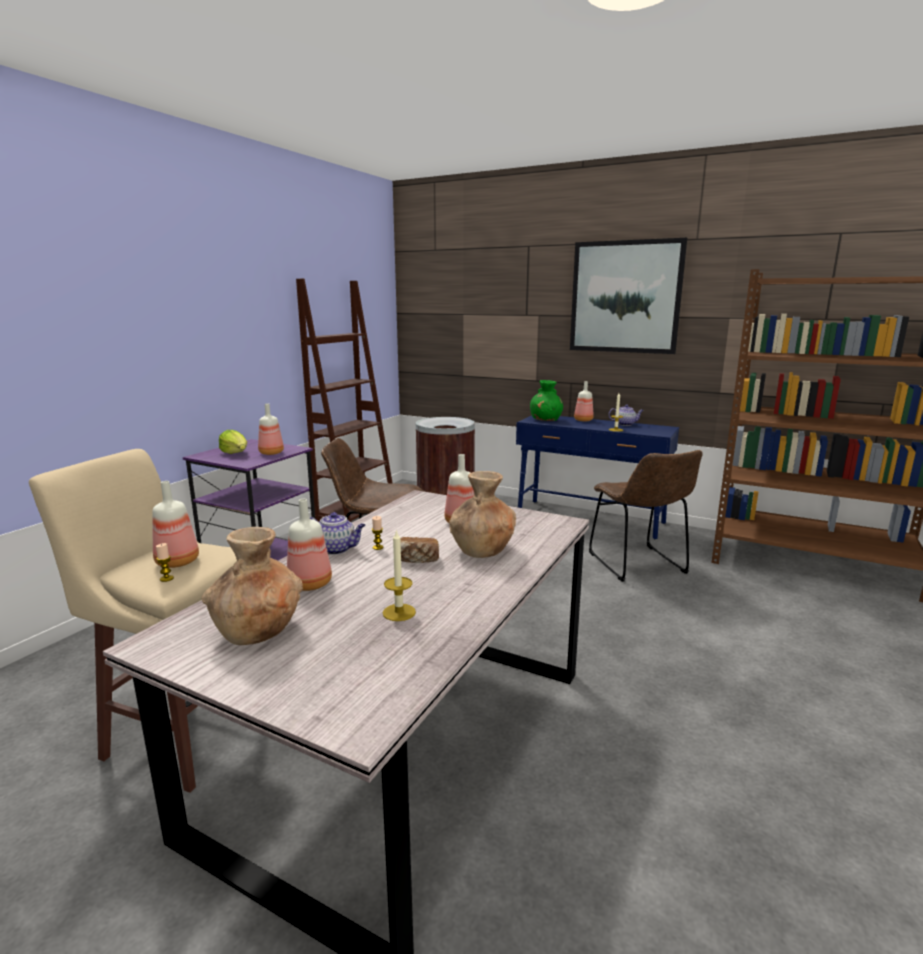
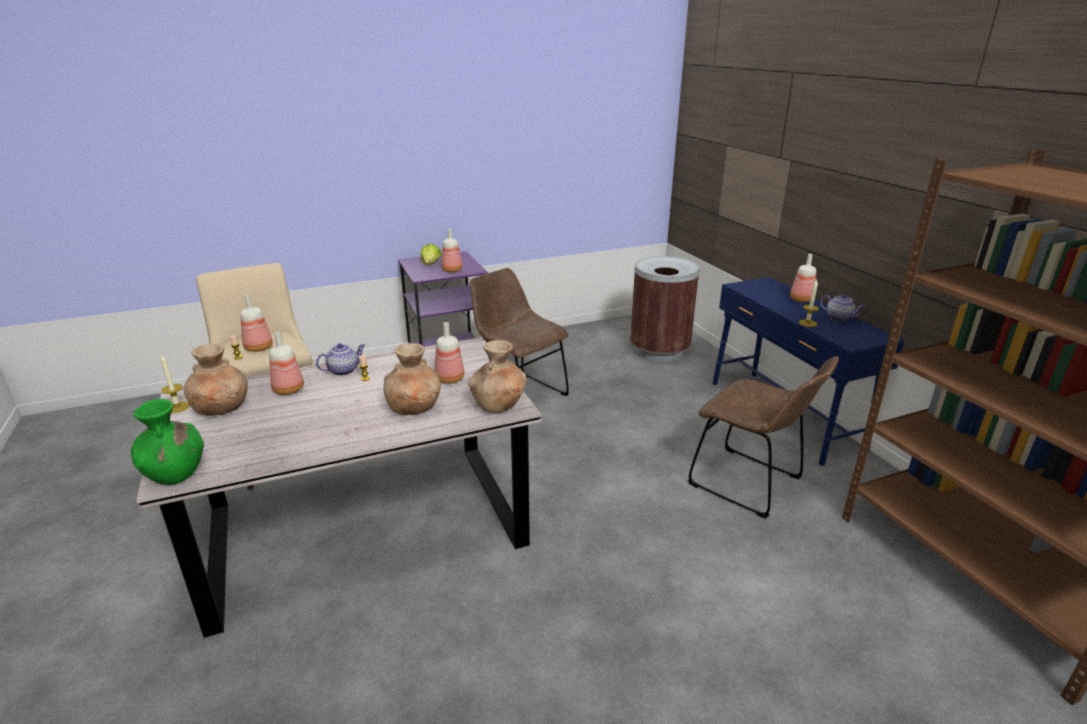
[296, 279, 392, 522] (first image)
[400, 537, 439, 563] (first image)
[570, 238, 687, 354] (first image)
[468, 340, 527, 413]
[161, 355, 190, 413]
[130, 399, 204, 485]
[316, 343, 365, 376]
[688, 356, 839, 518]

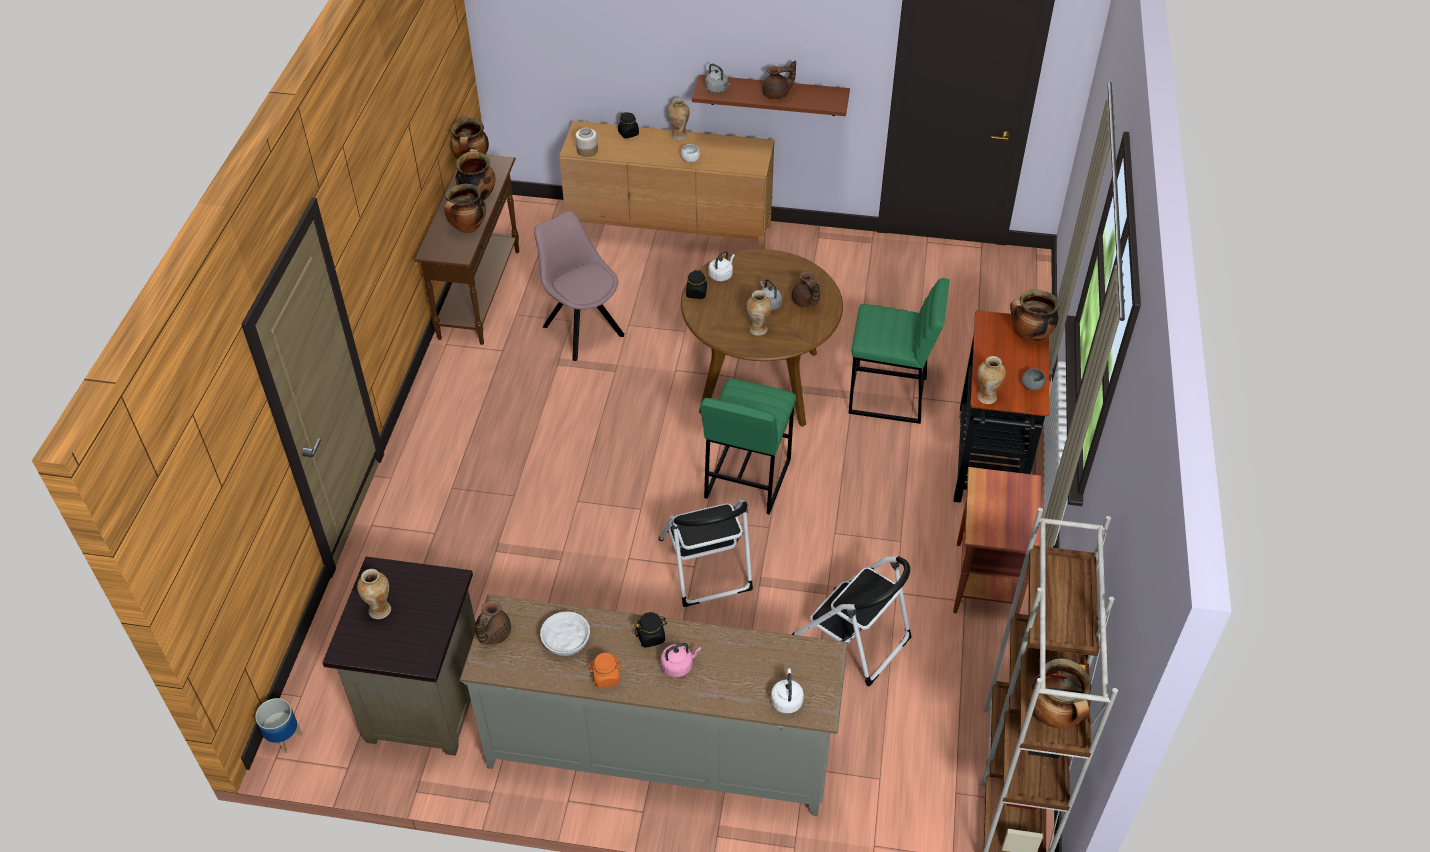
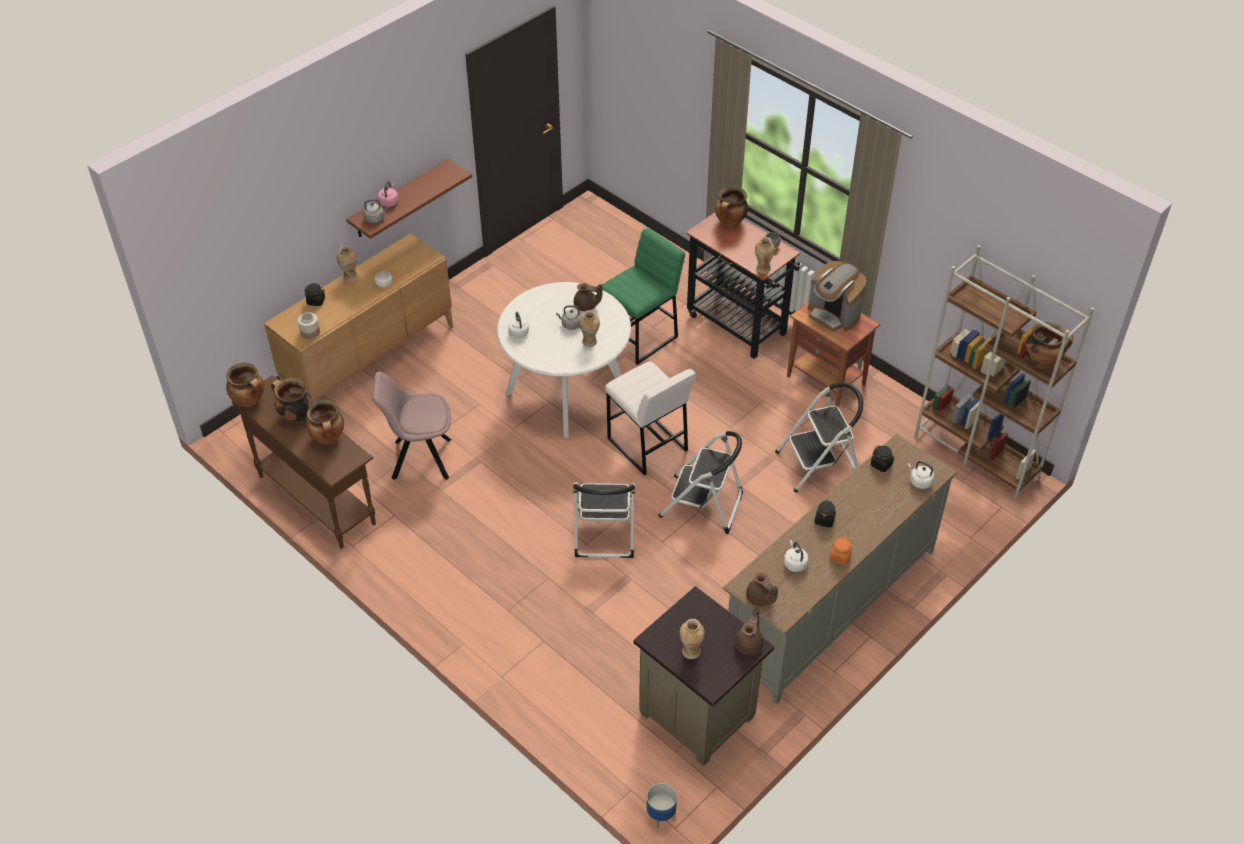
[573, 482, 635, 558]
[808, 261, 866, 332]
[378, 181, 398, 207]
[871, 446, 895, 472]
[735, 606, 764, 655]
[784, 540, 809, 572]
[497, 282, 631, 438]
[605, 361, 696, 476]

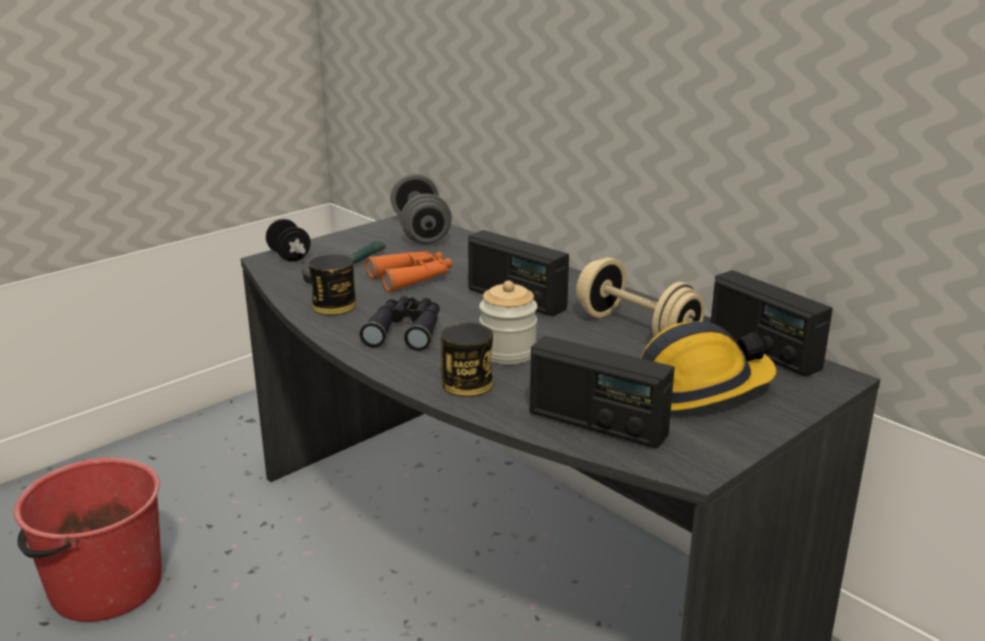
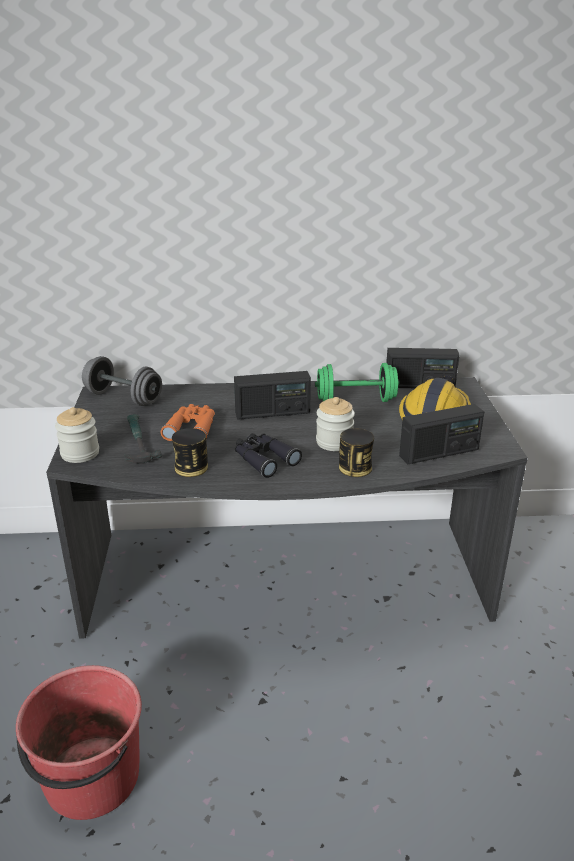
[55, 407, 99, 463]
[315, 363, 399, 402]

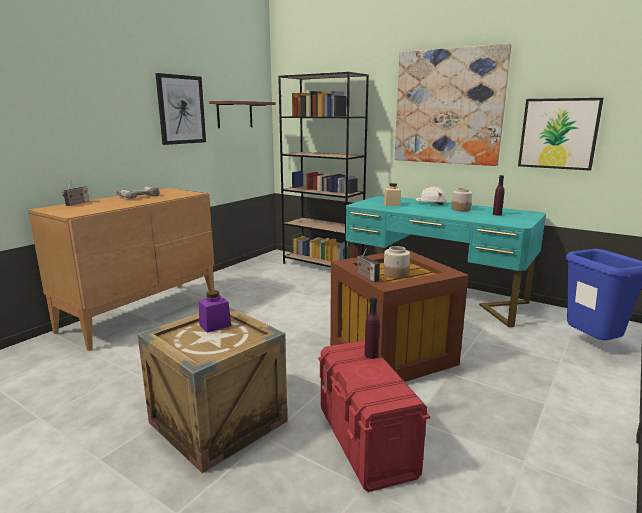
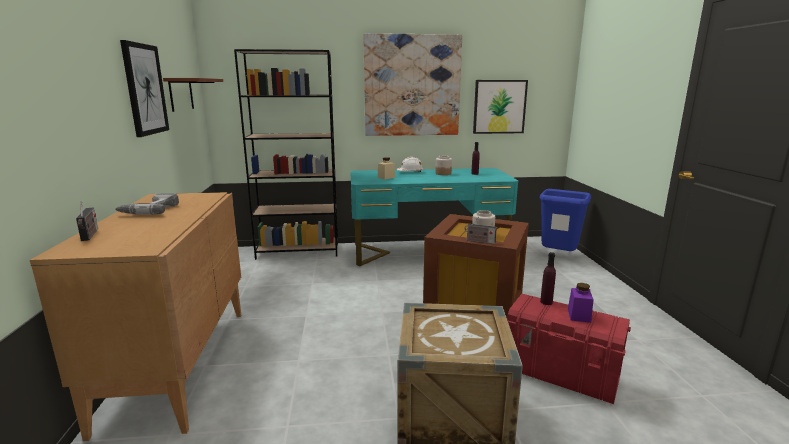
[568, 283, 594, 323]

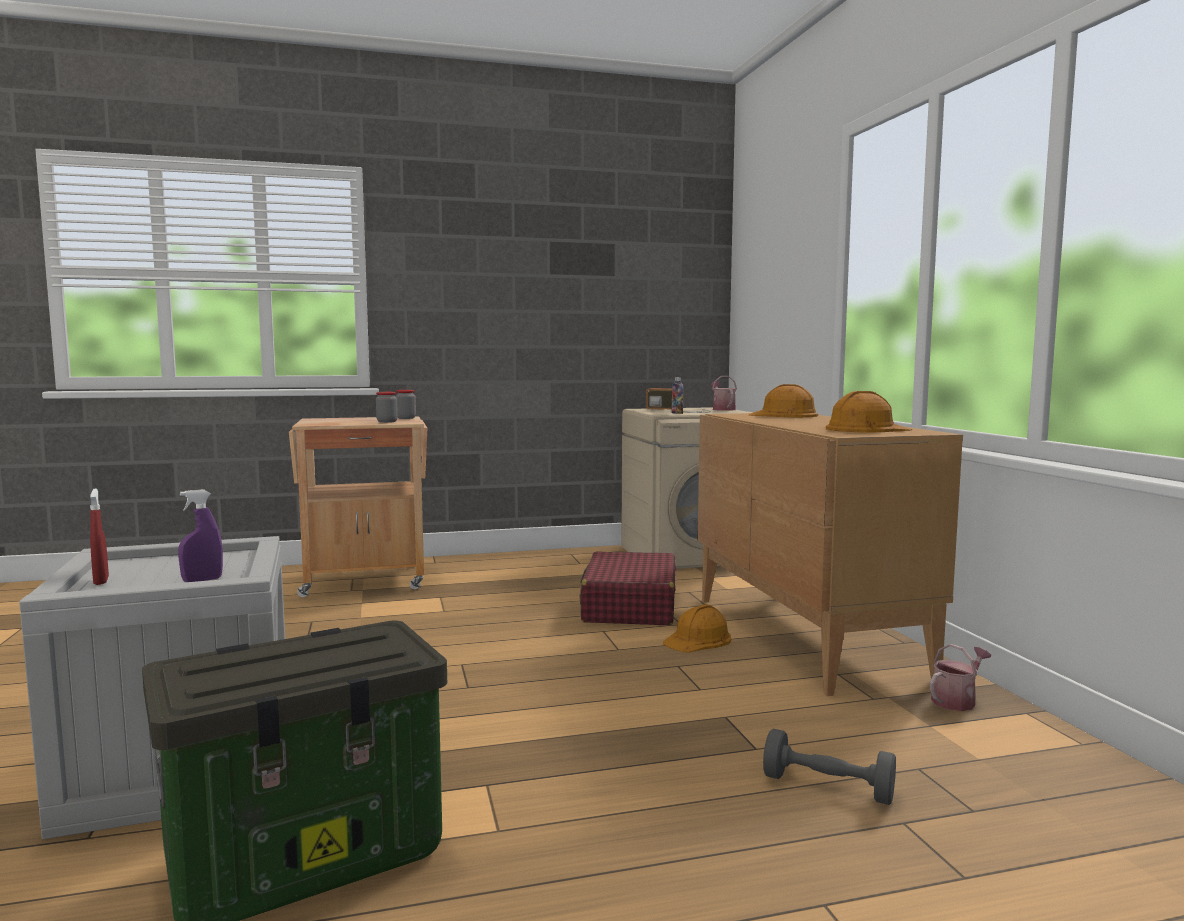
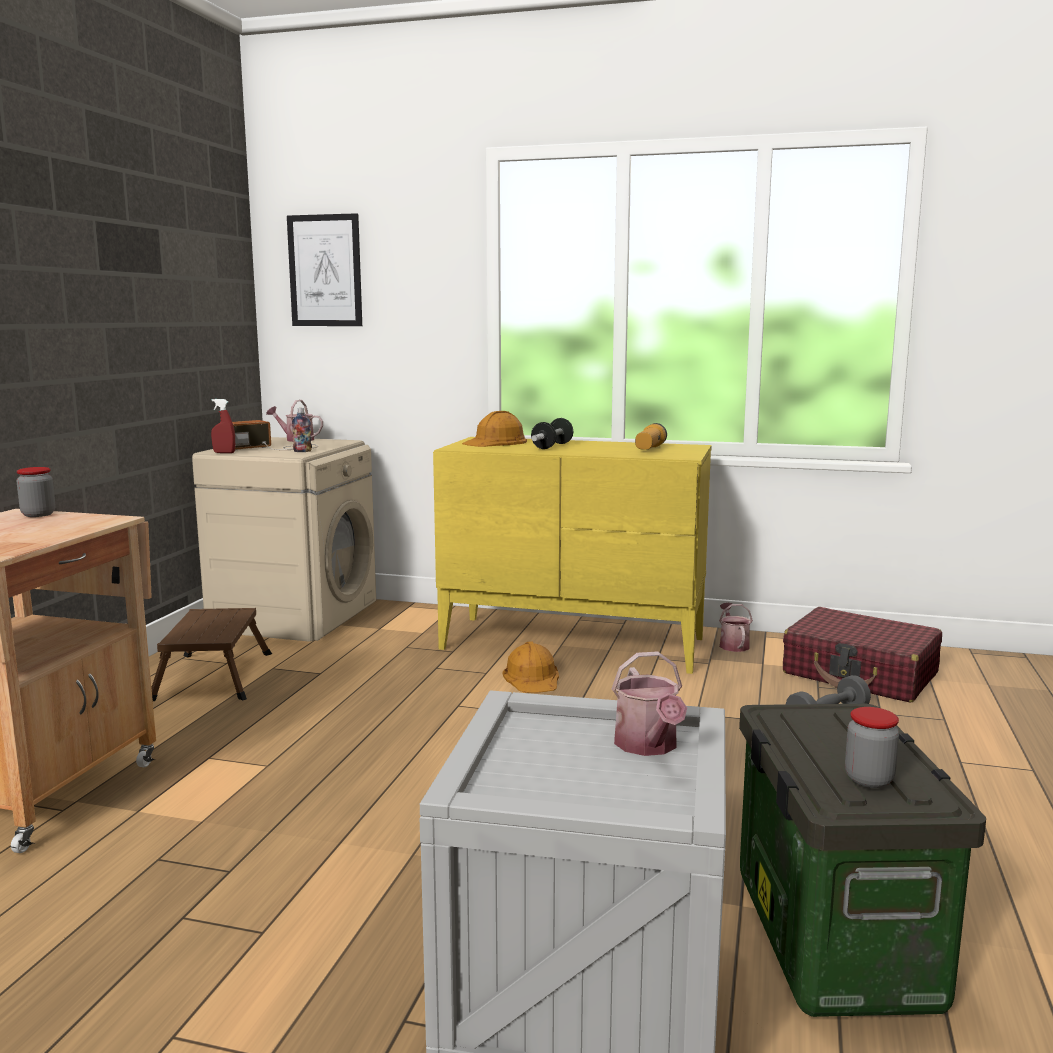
[151, 608, 272, 701]
[287, 213, 362, 326]
[531, 418, 573, 449]
[211, 399, 235, 453]
[845, 707, 899, 788]
[783, 607, 942, 703]
[612, 651, 687, 756]
[635, 423, 667, 450]
[433, 437, 712, 674]

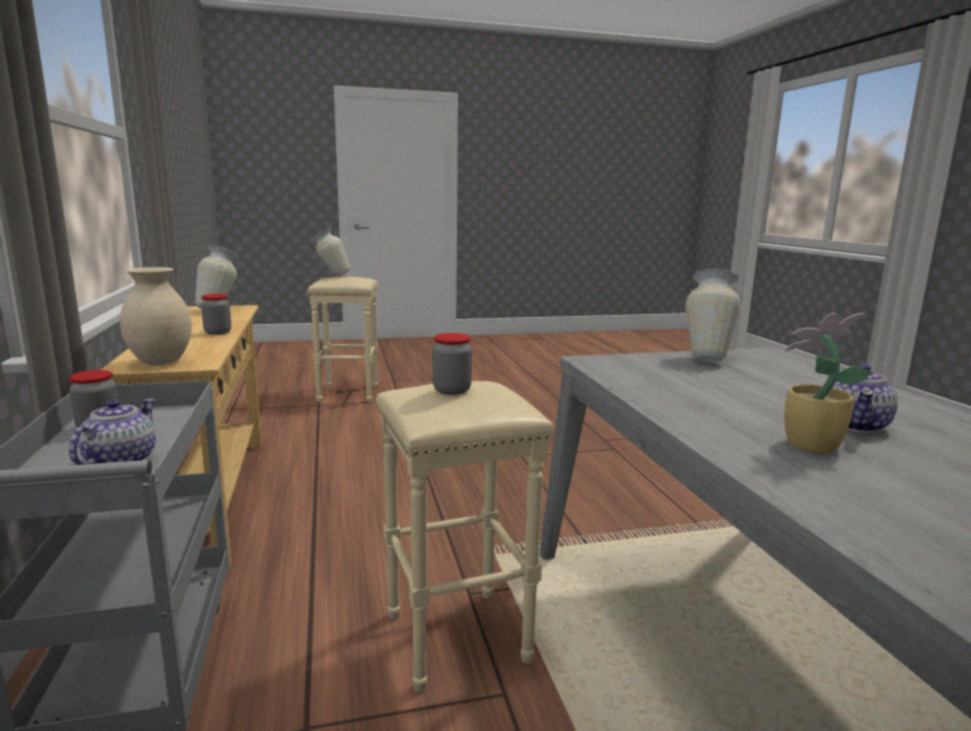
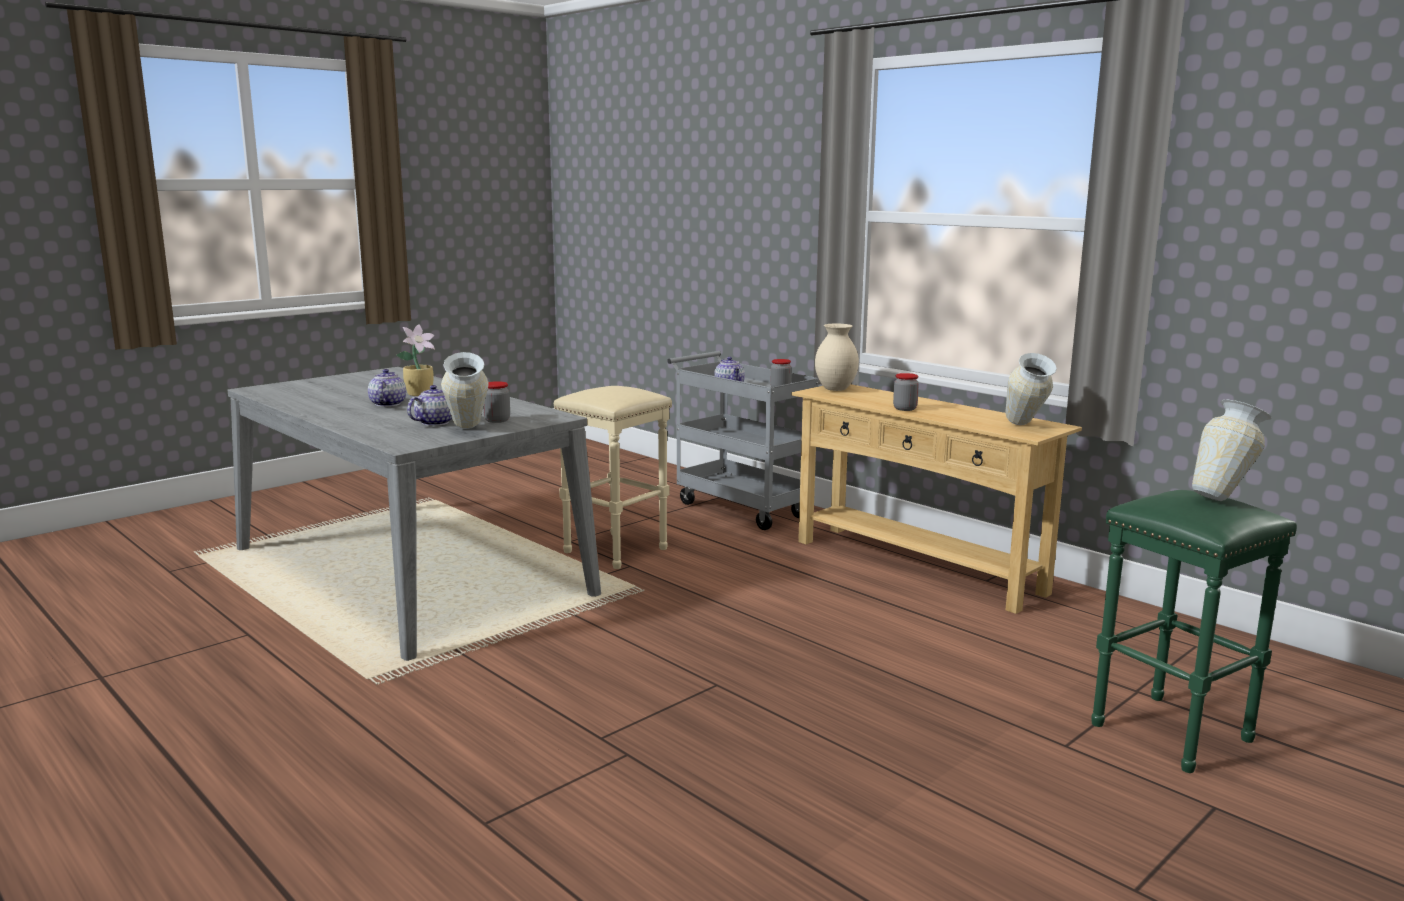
[407, 385, 452, 426]
[483, 381, 510, 423]
[1091, 490, 1297, 773]

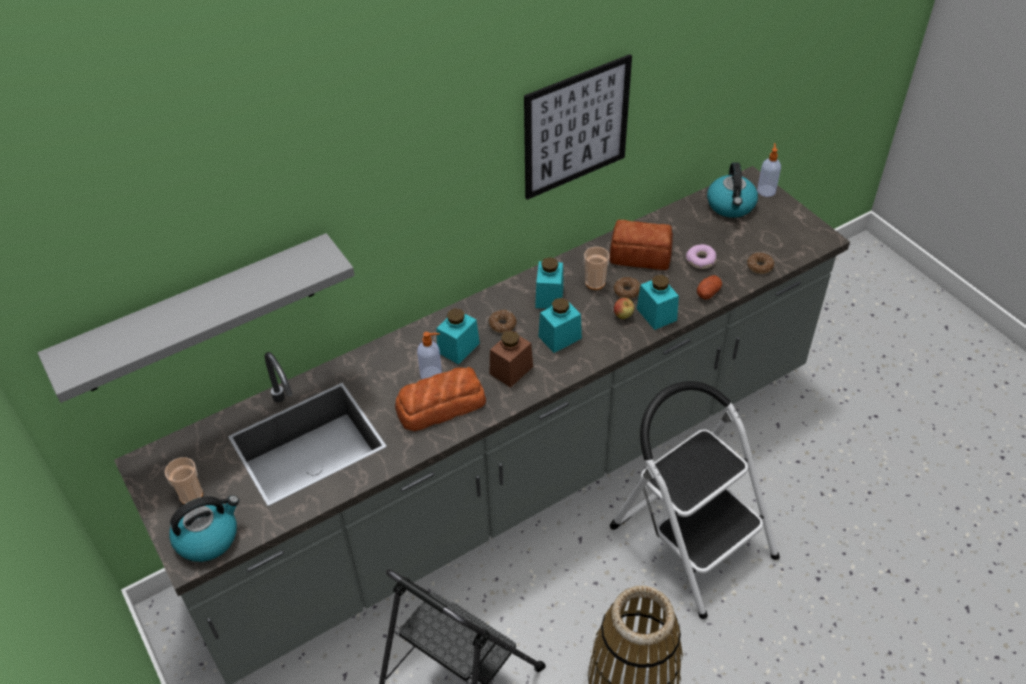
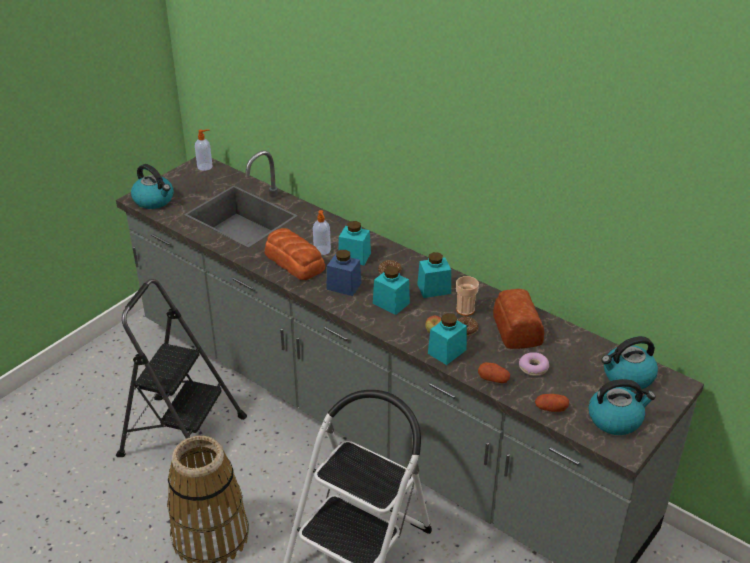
[38, 233, 355, 403] (first image)
[165, 457, 203, 504] (first image)
[524, 54, 632, 200] (first image)
[588, 379, 656, 435]
[195, 129, 212, 171]
[535, 394, 569, 412]
[326, 250, 362, 296]

